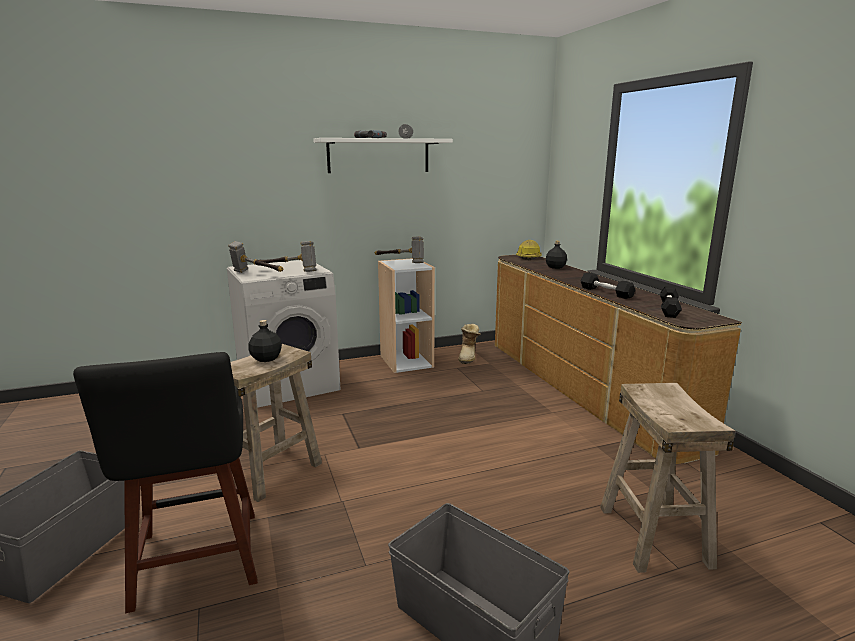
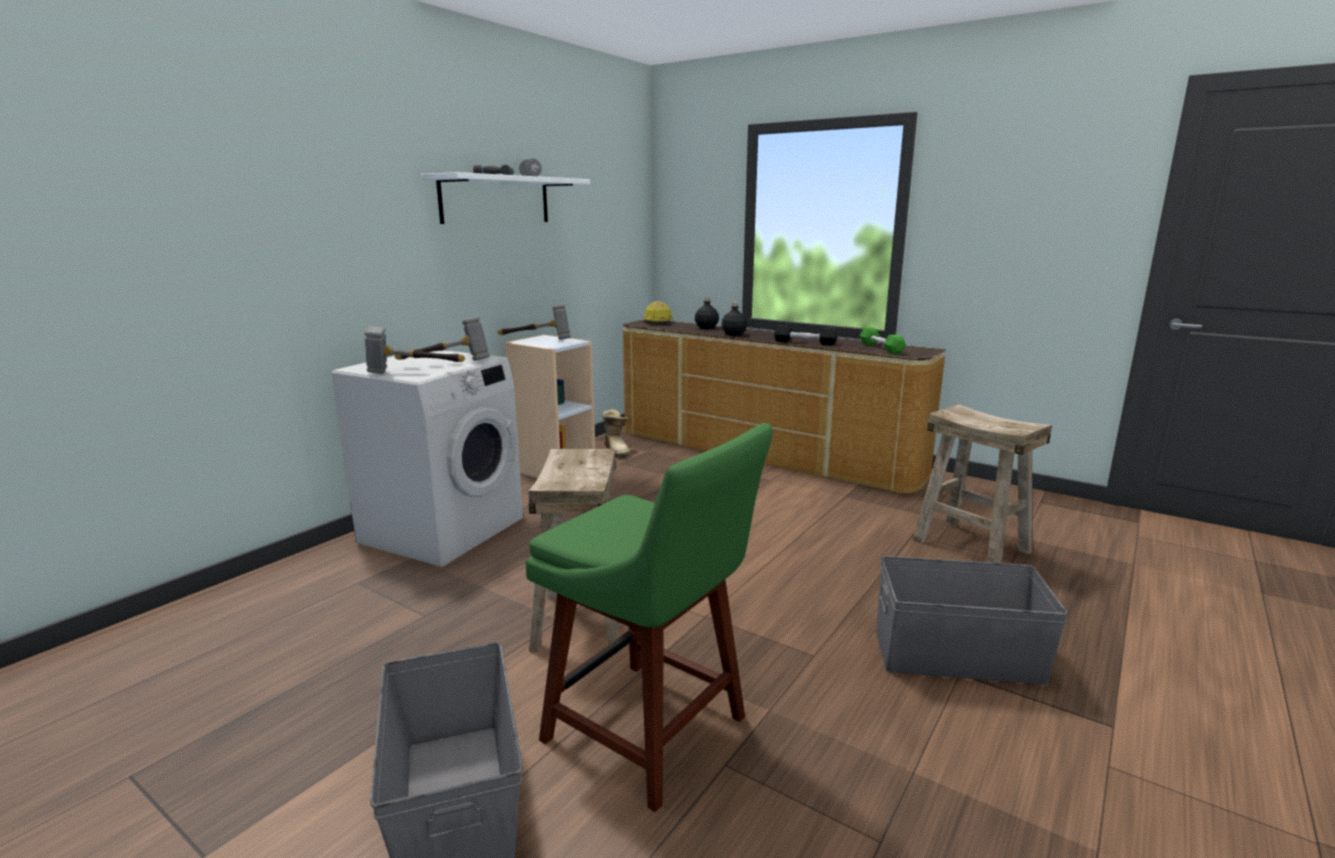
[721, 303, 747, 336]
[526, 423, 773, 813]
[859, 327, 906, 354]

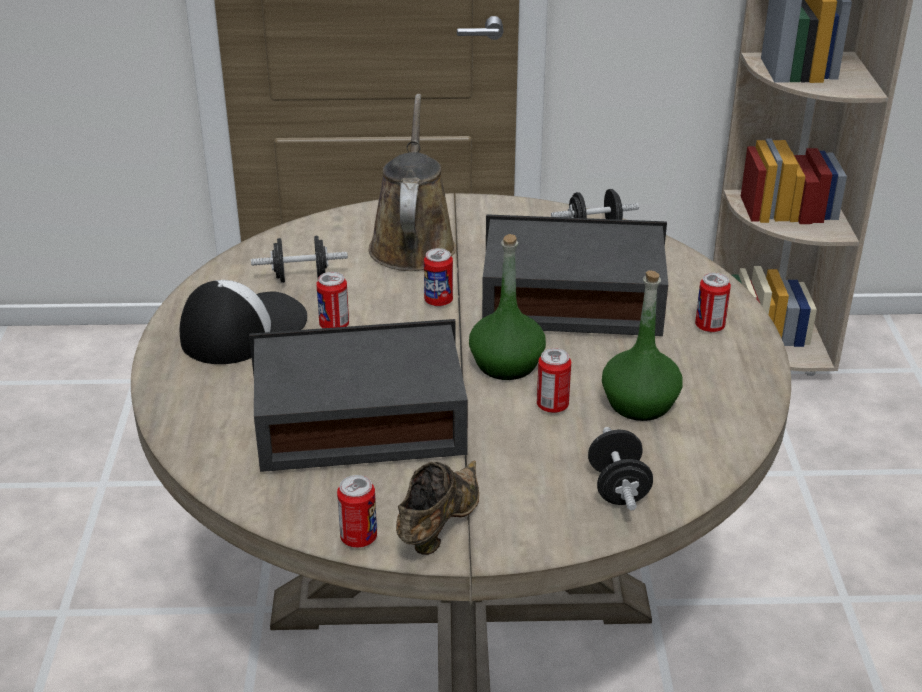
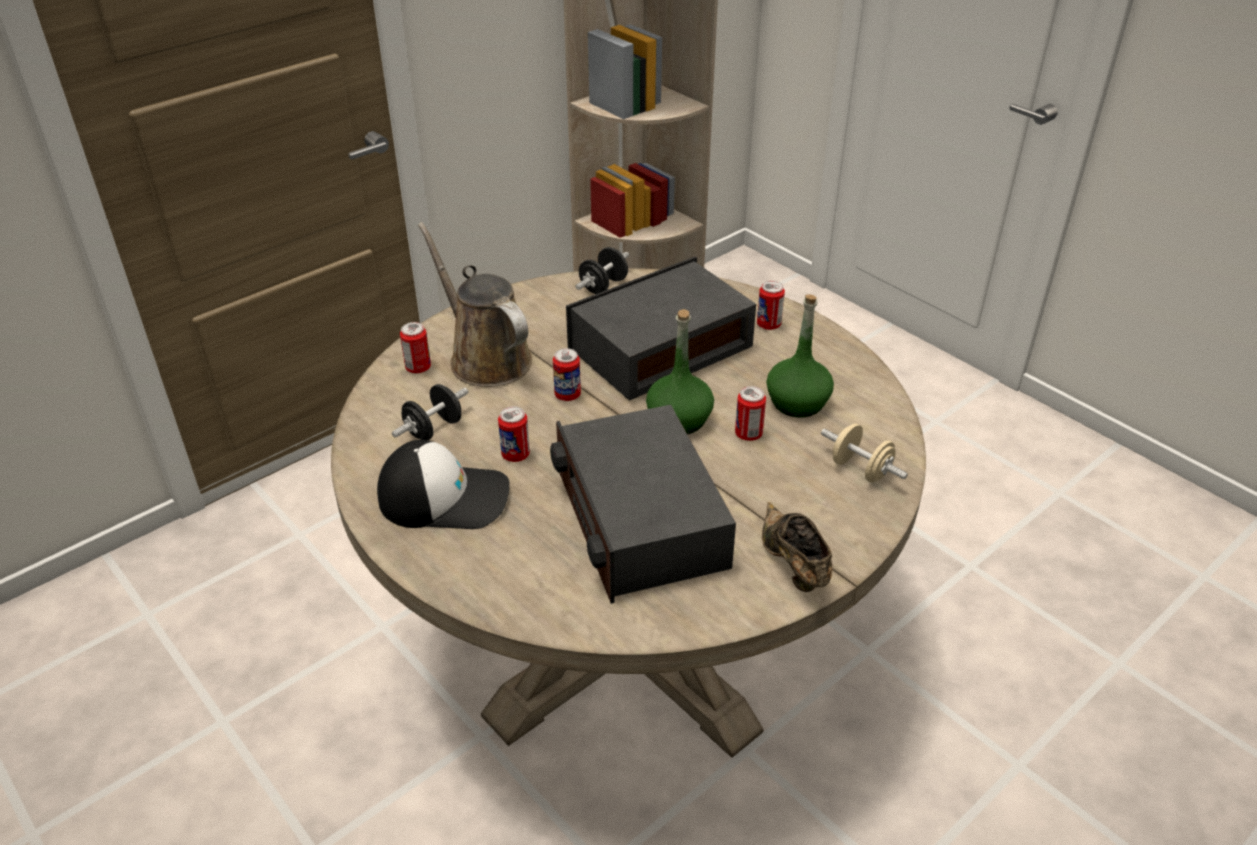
[400, 322, 431, 373]
[821, 424, 908, 483]
[377, 440, 510, 529]
[550, 405, 736, 604]

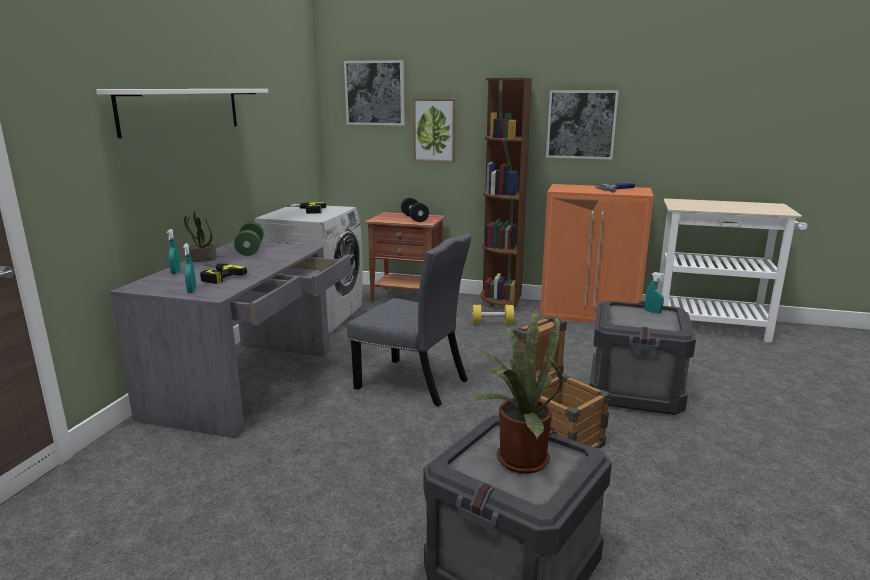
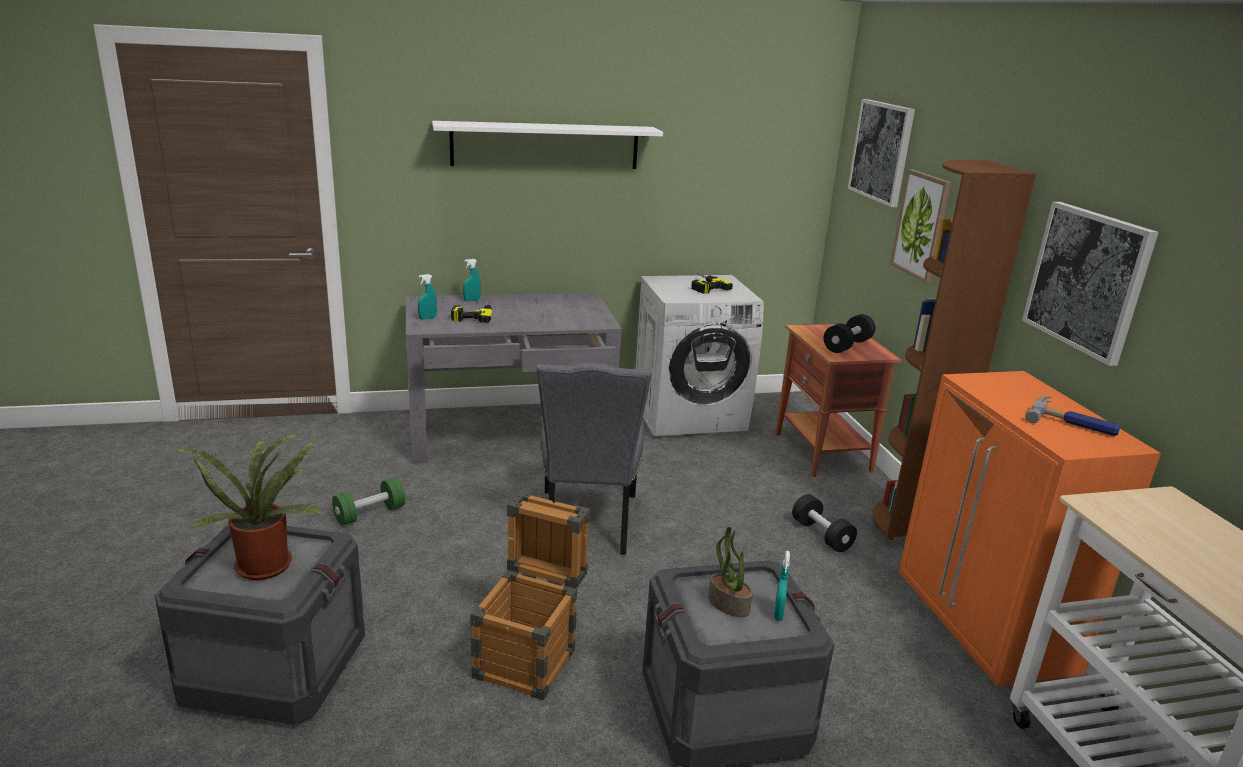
[708, 527, 753, 617]
[332, 478, 405, 526]
[792, 494, 857, 552]

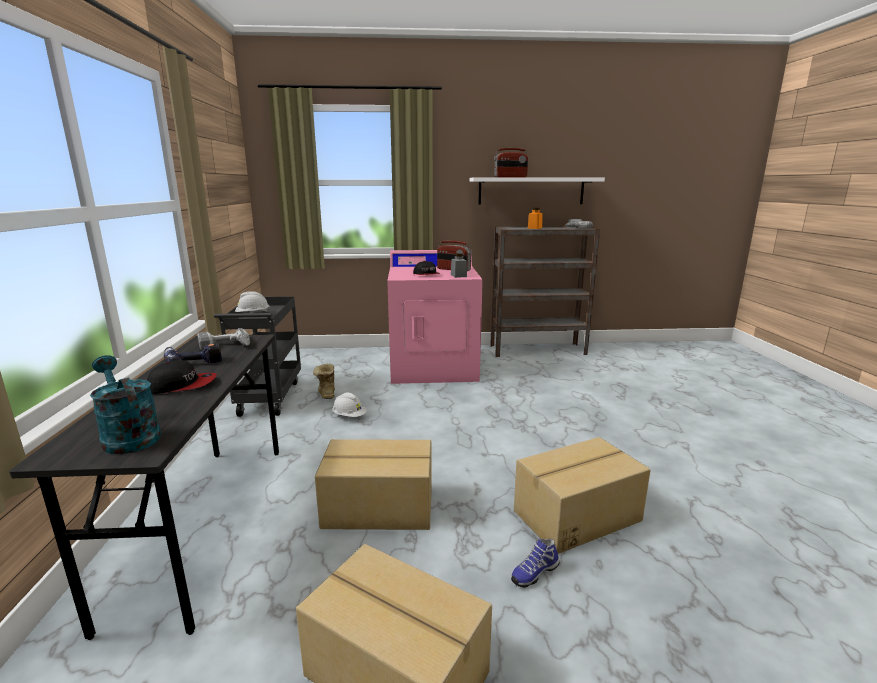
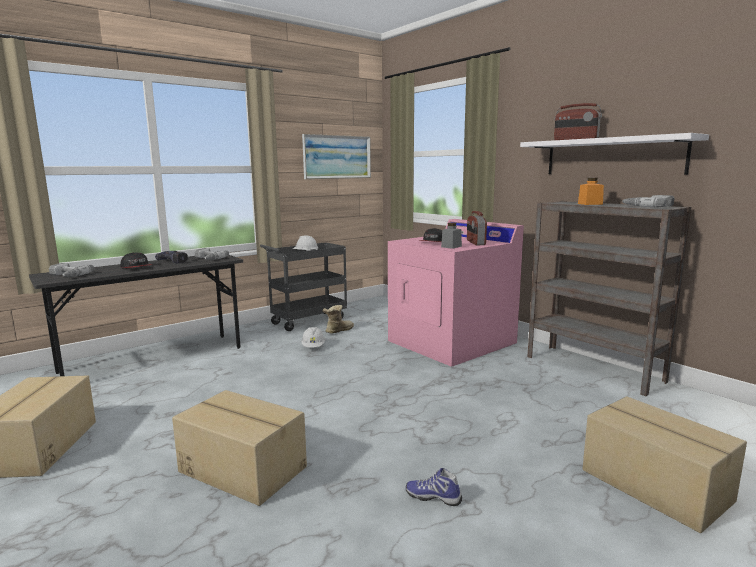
[302, 134, 371, 179]
[583, 396, 747, 533]
[406, 468, 462, 506]
[49, 263, 94, 277]

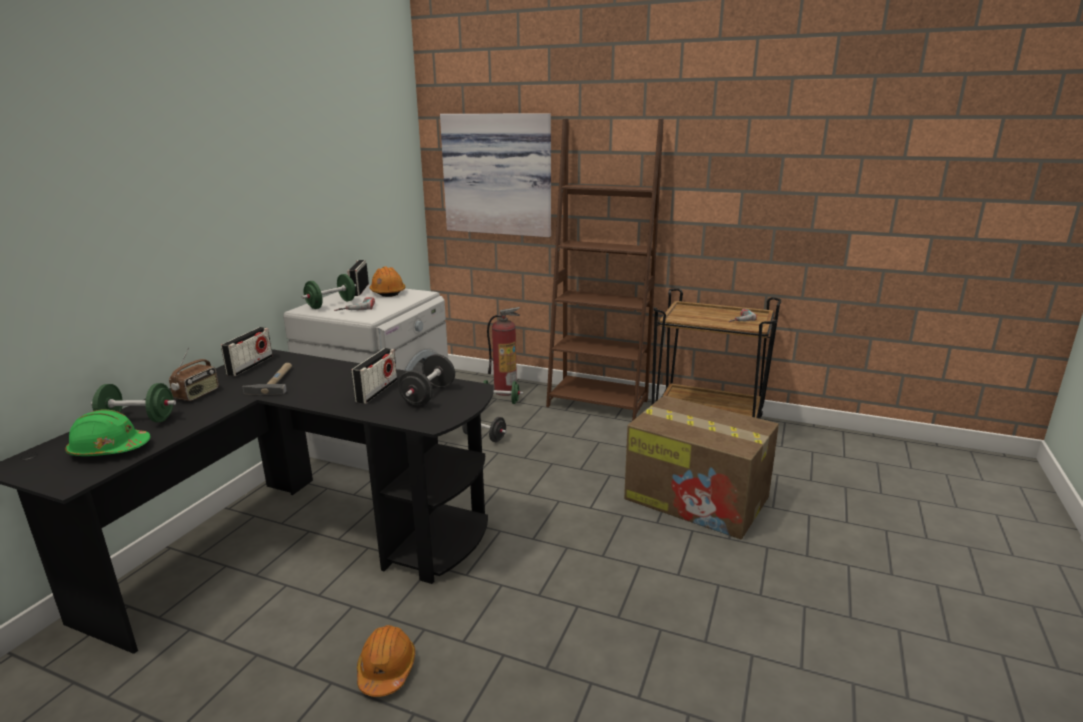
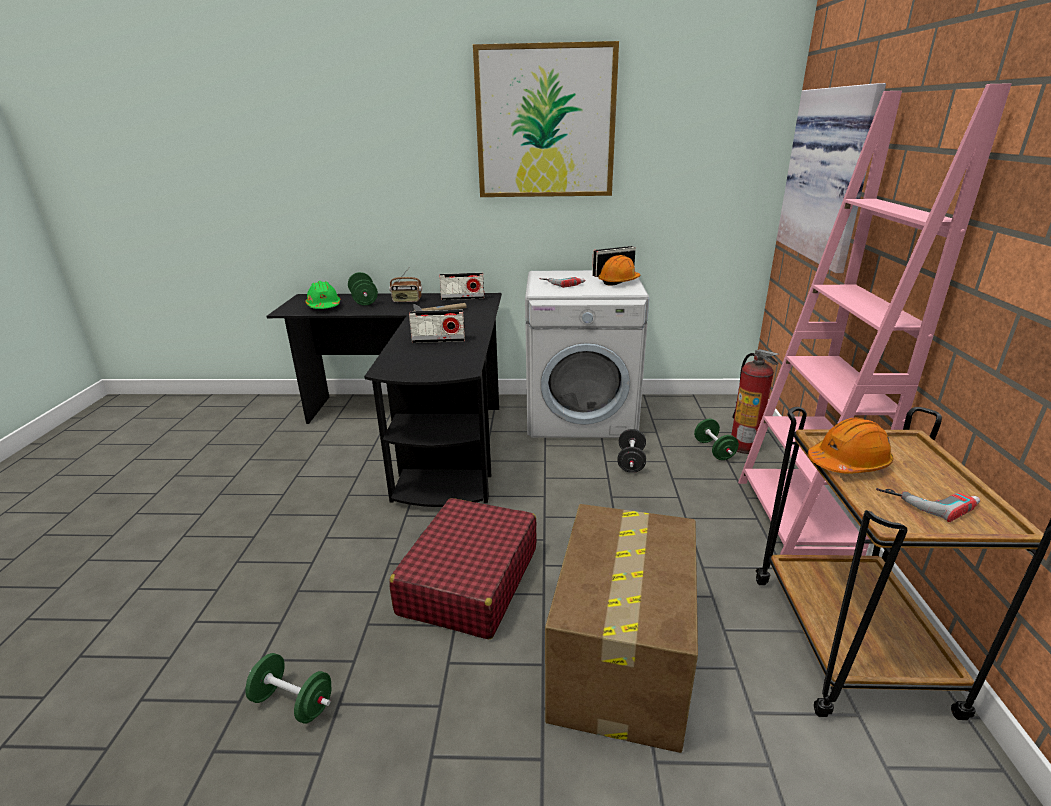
[398, 354, 455, 406] (first image)
[389, 498, 537, 639]
[473, 41, 619, 197]
[245, 653, 331, 724]
[808, 418, 894, 474]
[738, 83, 1011, 556]

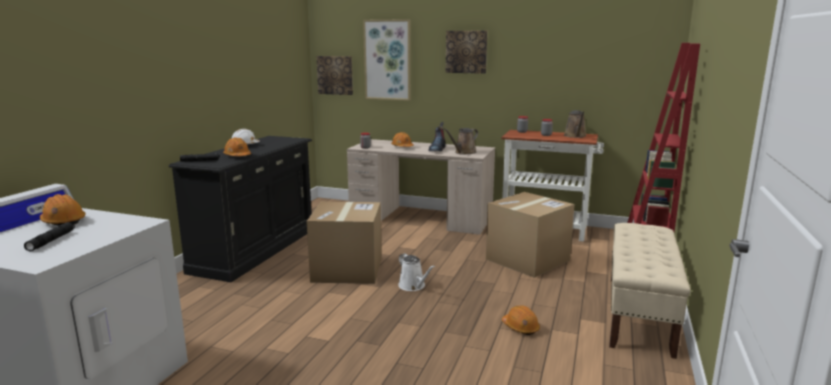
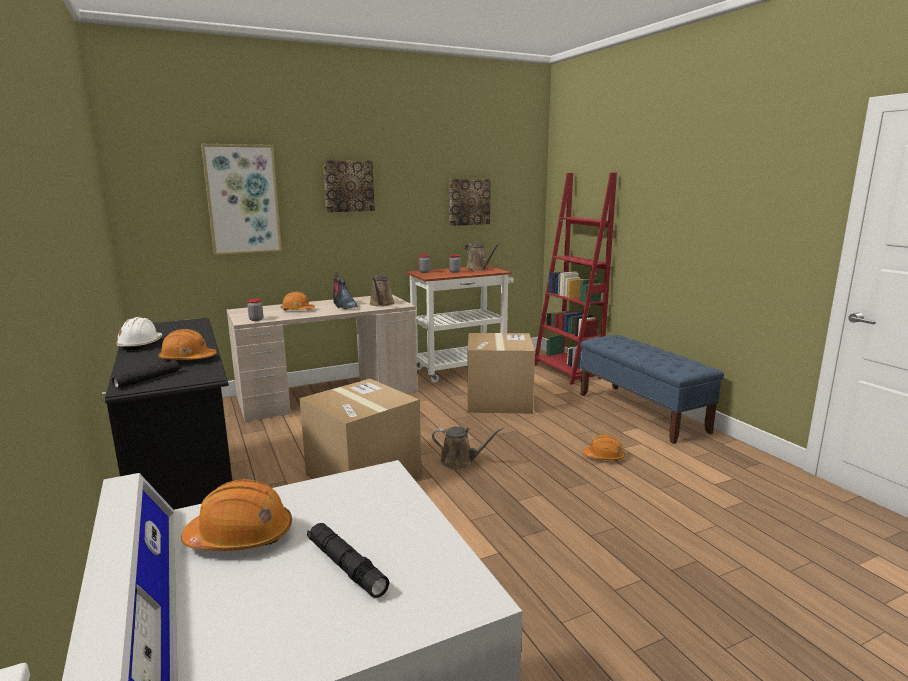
[449, 179, 491, 226]
[432, 427, 504, 470]
[580, 335, 724, 444]

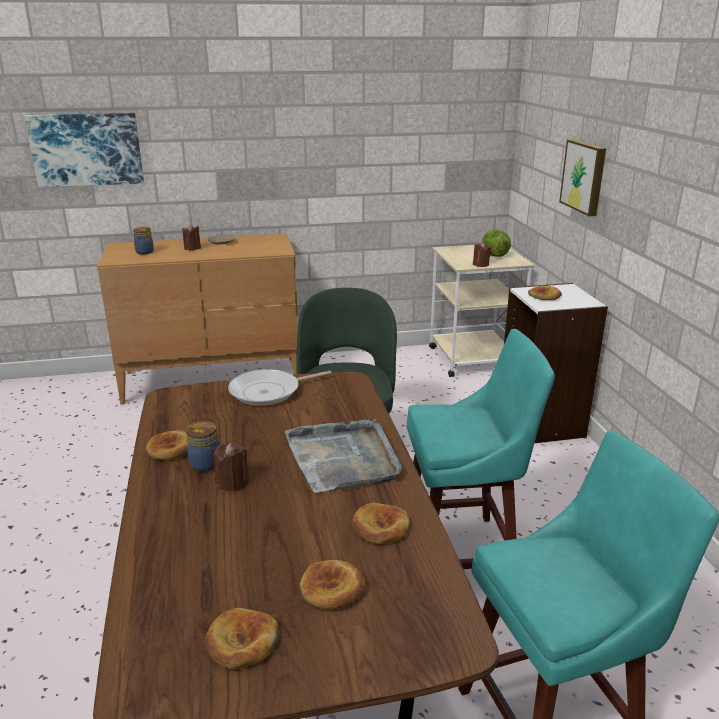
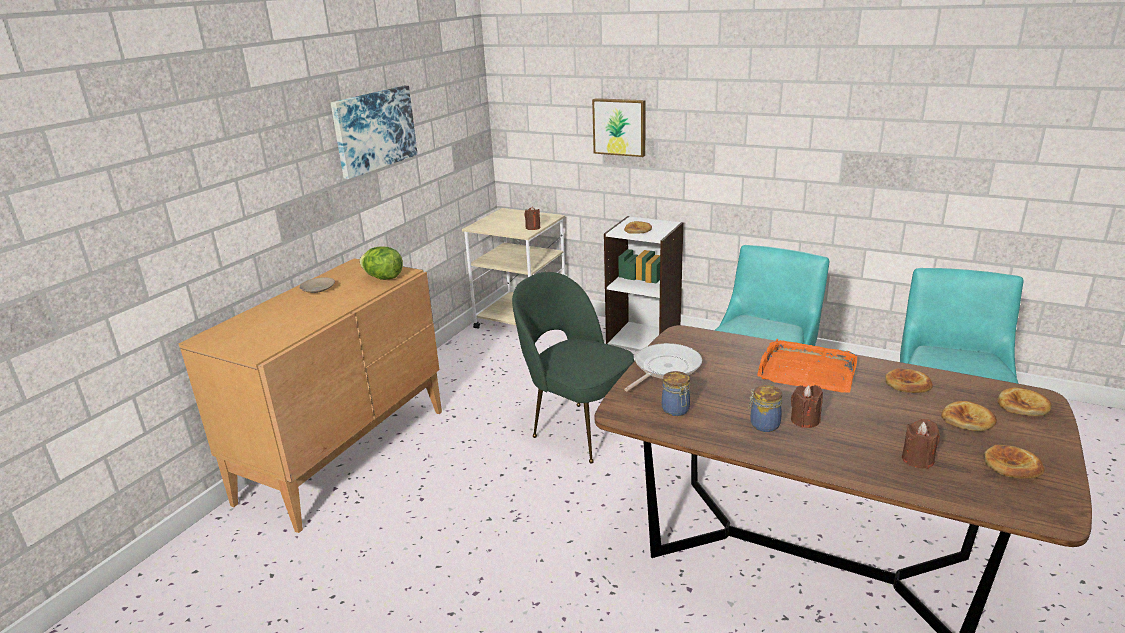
[331, 86, 418, 179]
[662, 371, 690, 416]
[997, 387, 1051, 416]
[902, 419, 940, 469]
[360, 246, 403, 280]
[757, 339, 857, 393]
[624, 343, 702, 391]

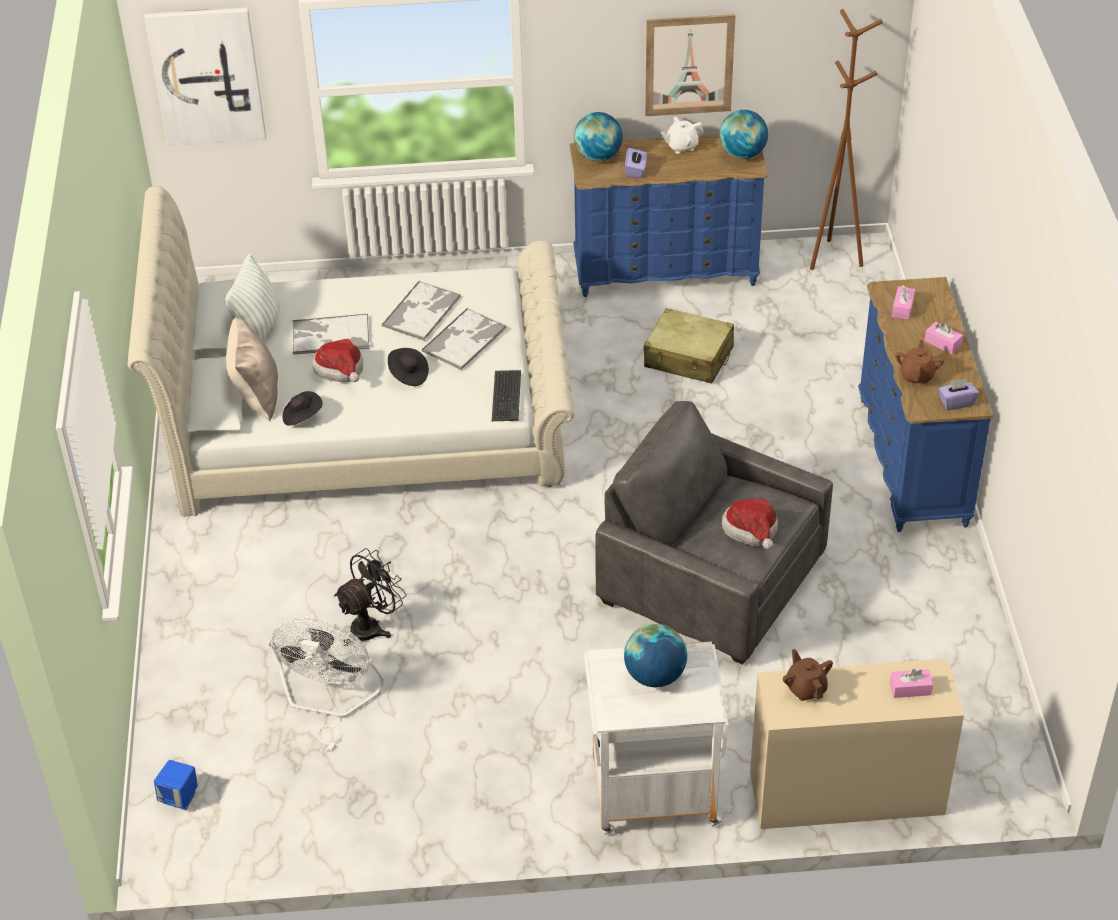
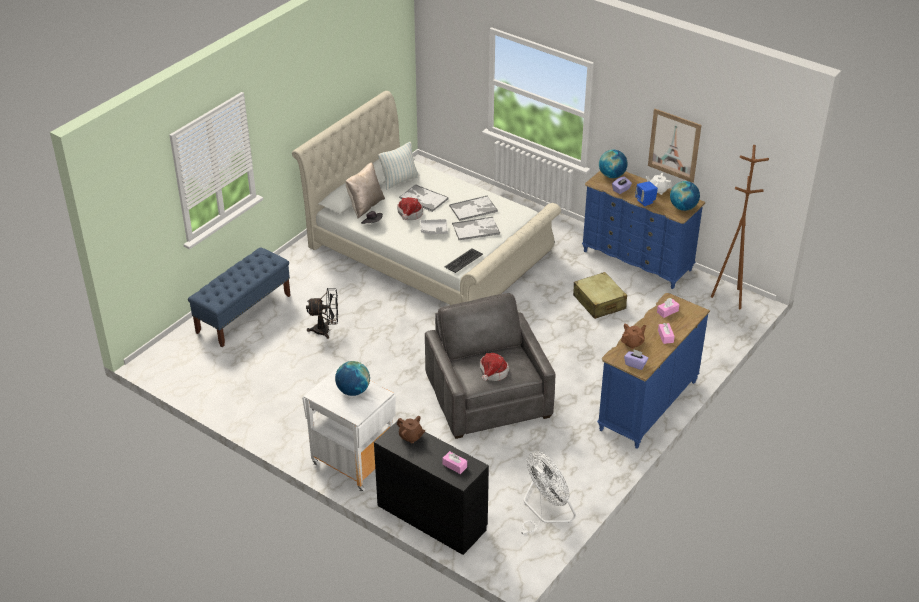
[144, 8, 266, 146] (first image)
[188, 247, 291, 347]
[635, 181, 658, 206]
[522, 452, 576, 535]
[420, 219, 448, 234]
[374, 421, 489, 555]
[397, 416, 426, 443]

